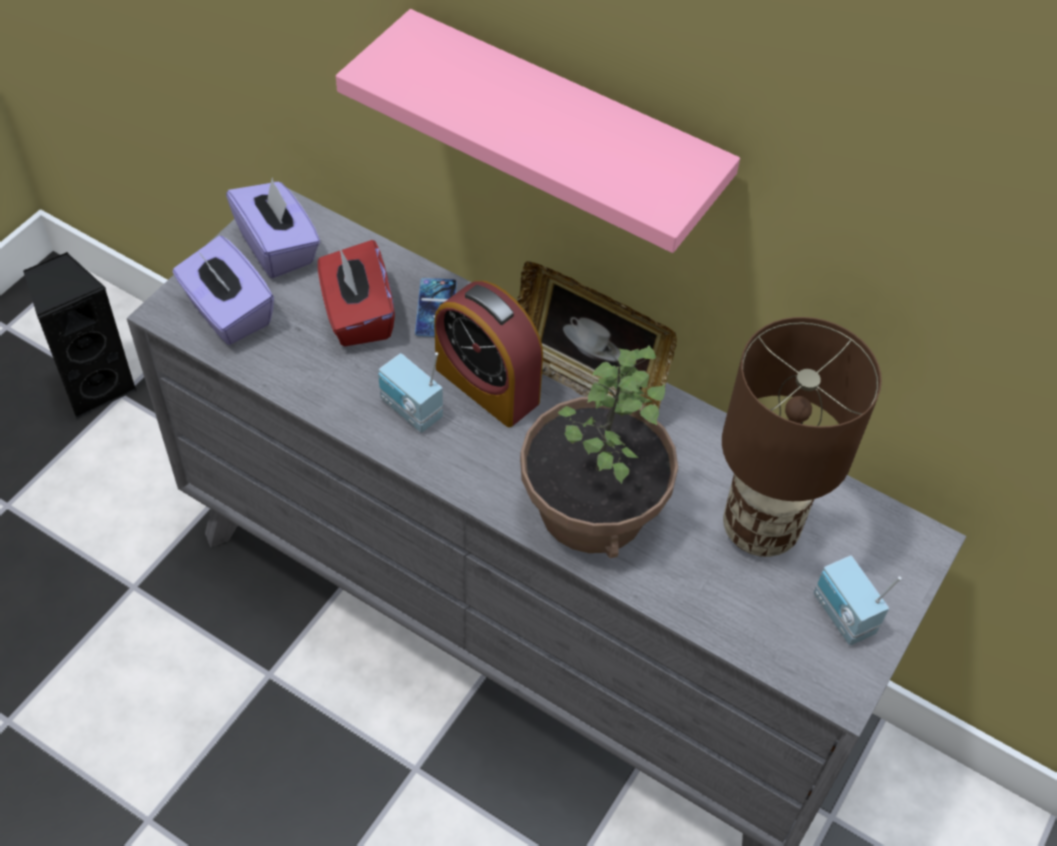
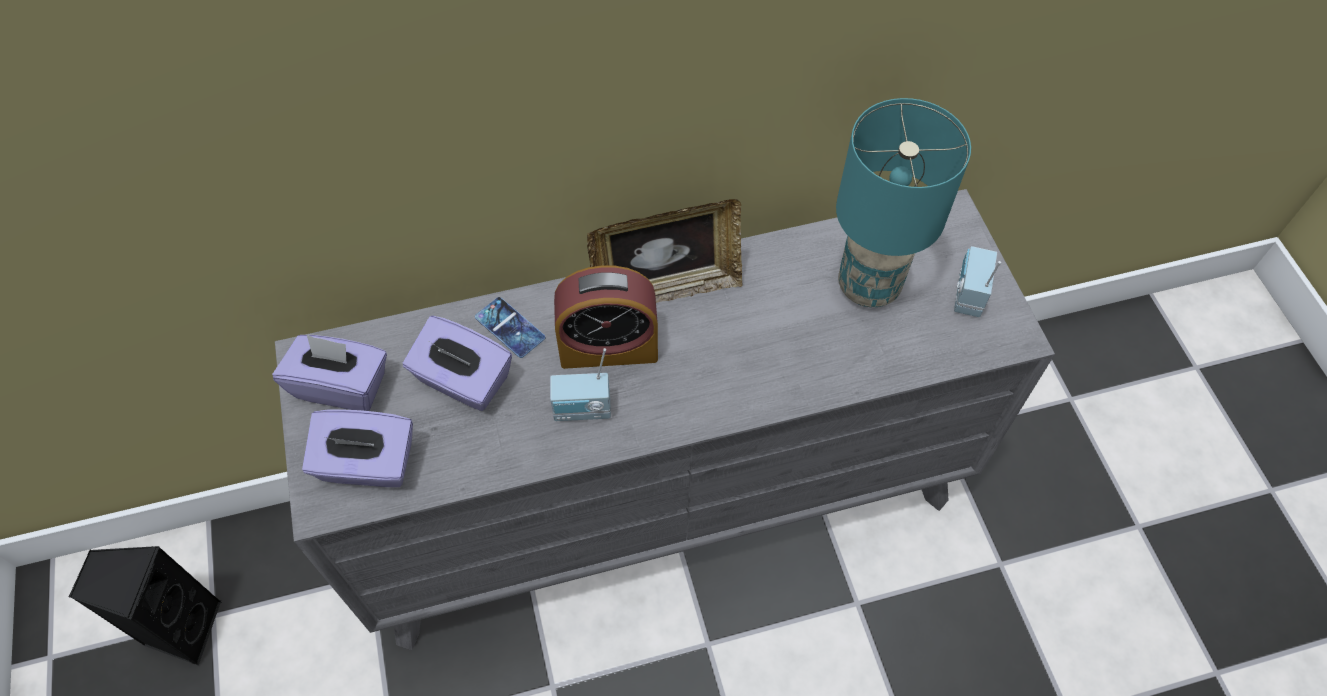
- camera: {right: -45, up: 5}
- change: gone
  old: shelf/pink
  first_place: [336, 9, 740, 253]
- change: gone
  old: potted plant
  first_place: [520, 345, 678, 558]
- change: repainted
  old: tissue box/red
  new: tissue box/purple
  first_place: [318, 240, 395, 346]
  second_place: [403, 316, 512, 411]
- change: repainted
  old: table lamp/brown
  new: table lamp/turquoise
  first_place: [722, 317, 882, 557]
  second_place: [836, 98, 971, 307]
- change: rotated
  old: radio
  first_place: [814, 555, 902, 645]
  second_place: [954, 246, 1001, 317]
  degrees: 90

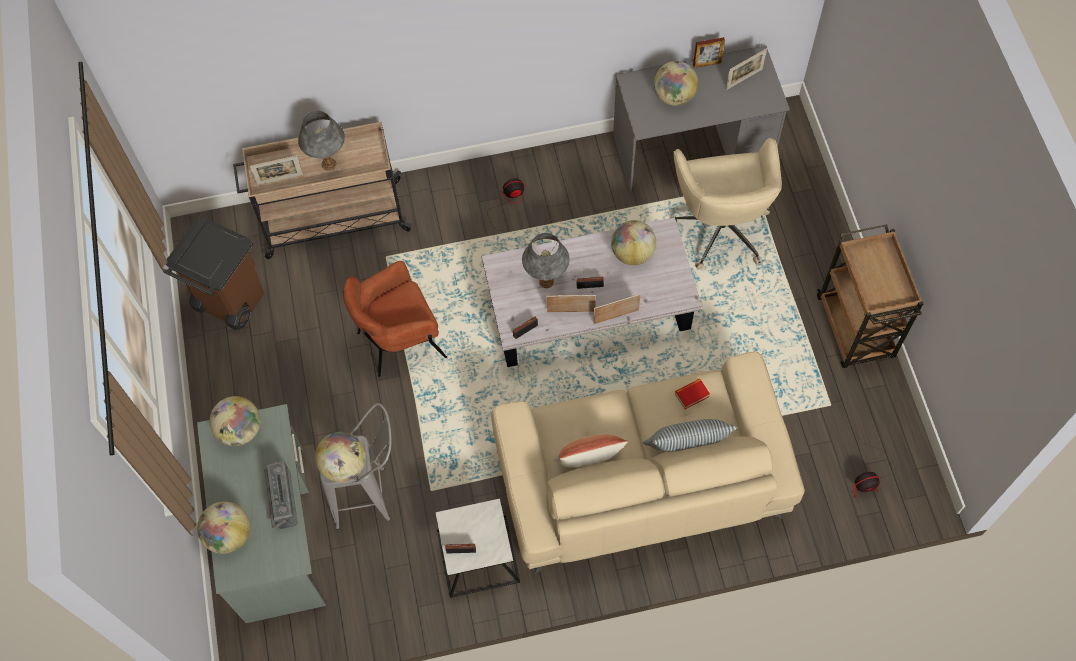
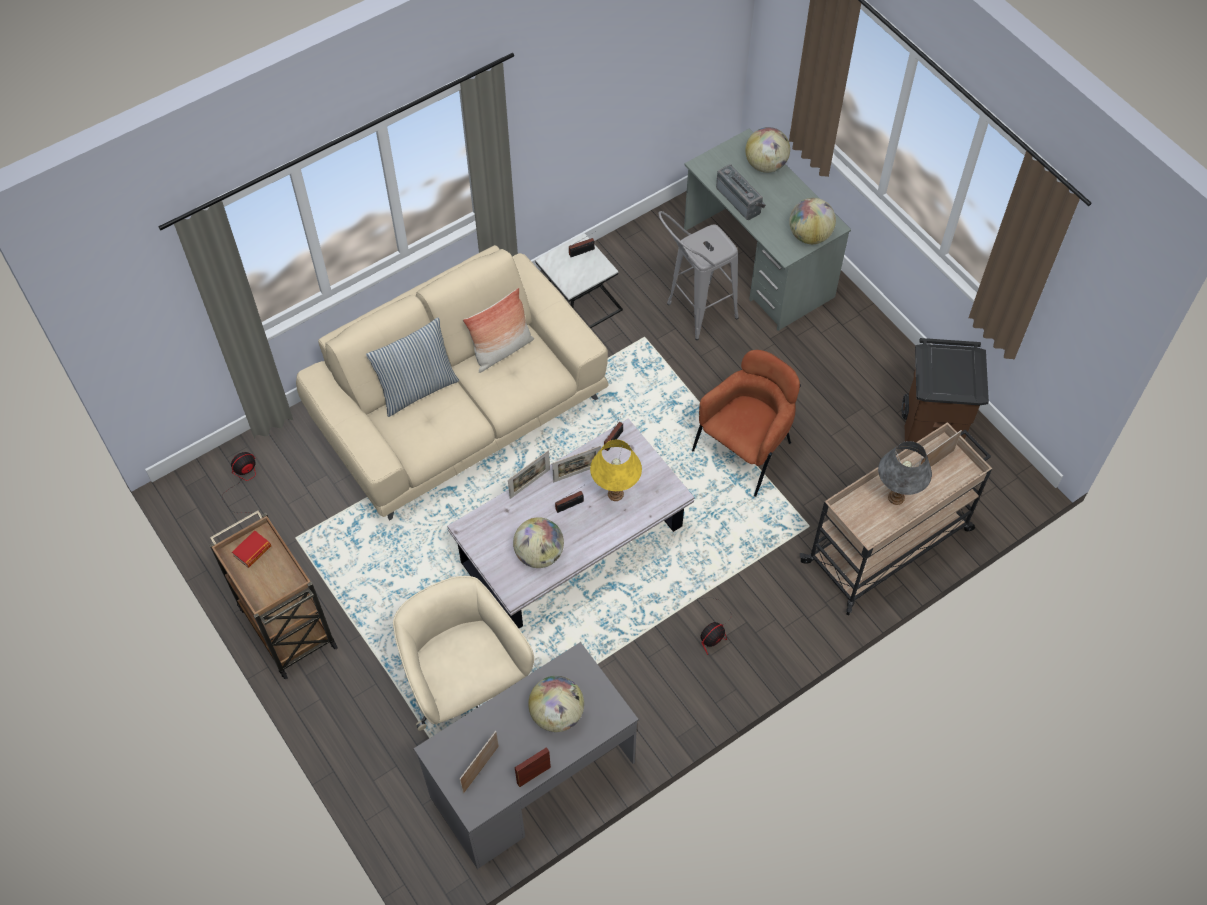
- camera: {right: 155, up: -5}
- change: gone
  old: globe
  first_place: [315, 432, 366, 482]
- change: shifted
  old: book
  first_place: [675, 379, 710, 409]
  second_place: [232, 531, 271, 568]
- change: repainted
  old: table lamp/grey
  new: table lamp/yellow
  first_place: [522, 233, 570, 288]
  second_place: [590, 439, 642, 501]

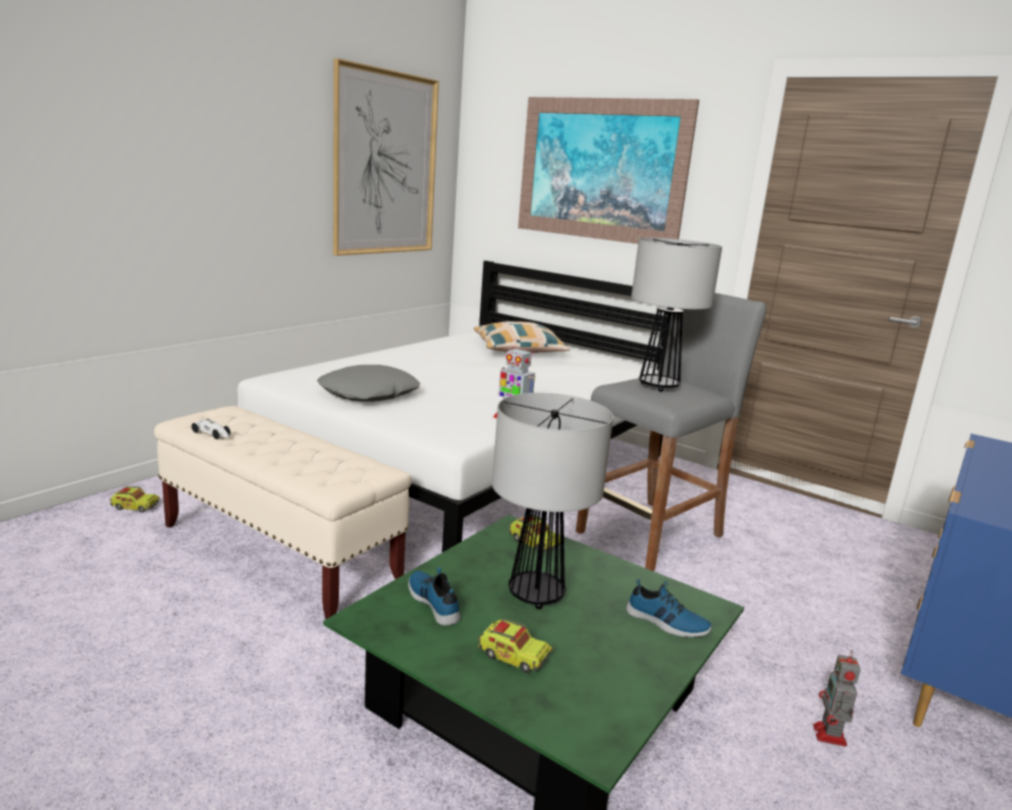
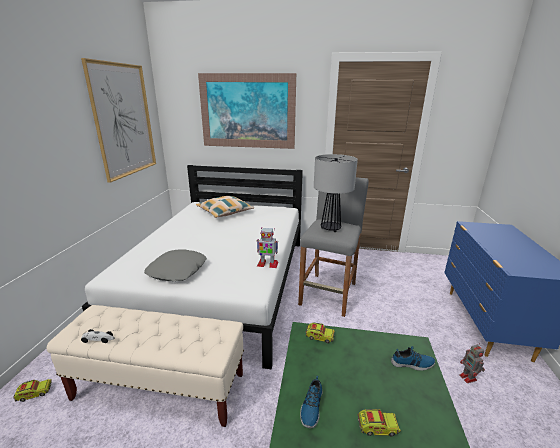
- camera: {right: -25, up: 5}
- change: gone
  old: table lamp
  first_place: [492, 393, 613, 609]
- change: rotated
  old: shoe
  first_place: [408, 567, 461, 626]
  second_place: [300, 376, 323, 428]
  degrees: -105

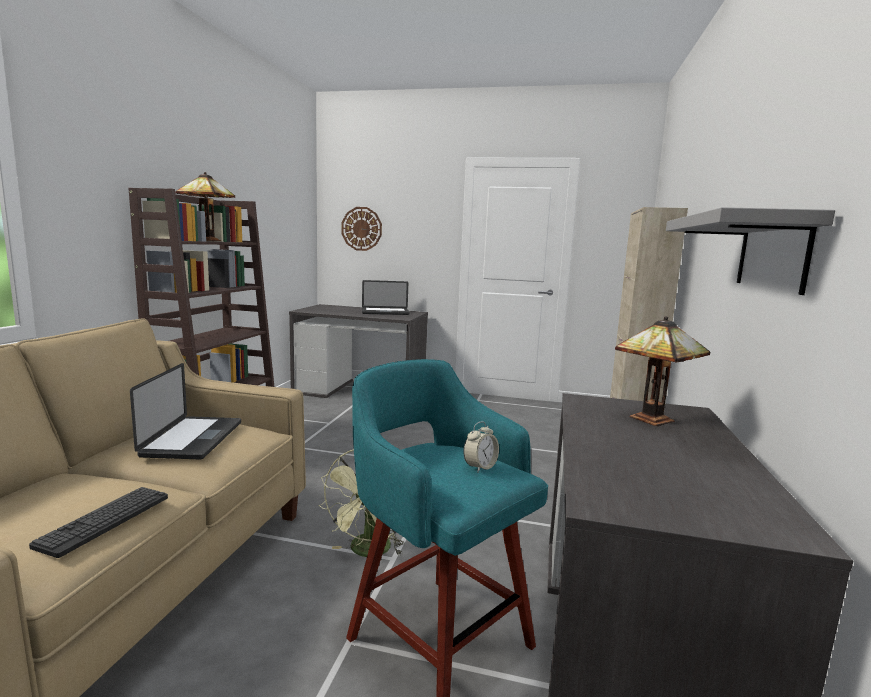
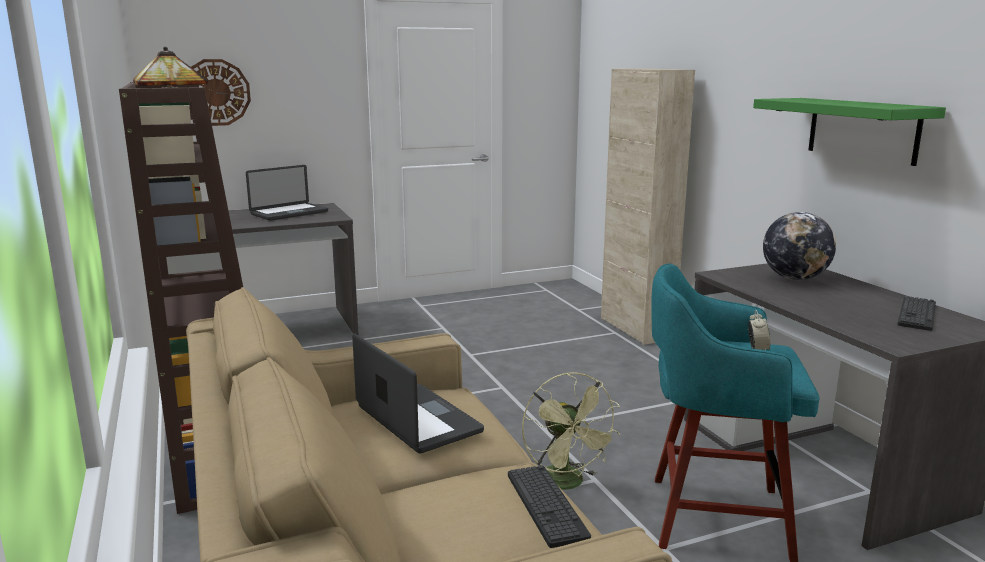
- camera: {right: -35, up: 5}
- change: new
  new: keyboard
  second_place: [897, 296, 936, 331]
- change: swapped
  old: table lamp
  new: globe
  first_place: [615, 316, 710, 427]
  second_place: [763, 212, 836, 280]
- change: repainted
  old: shelf/grey
  new: shelf/green
  first_place: [666, 207, 835, 295]
  second_place: [753, 98, 946, 166]

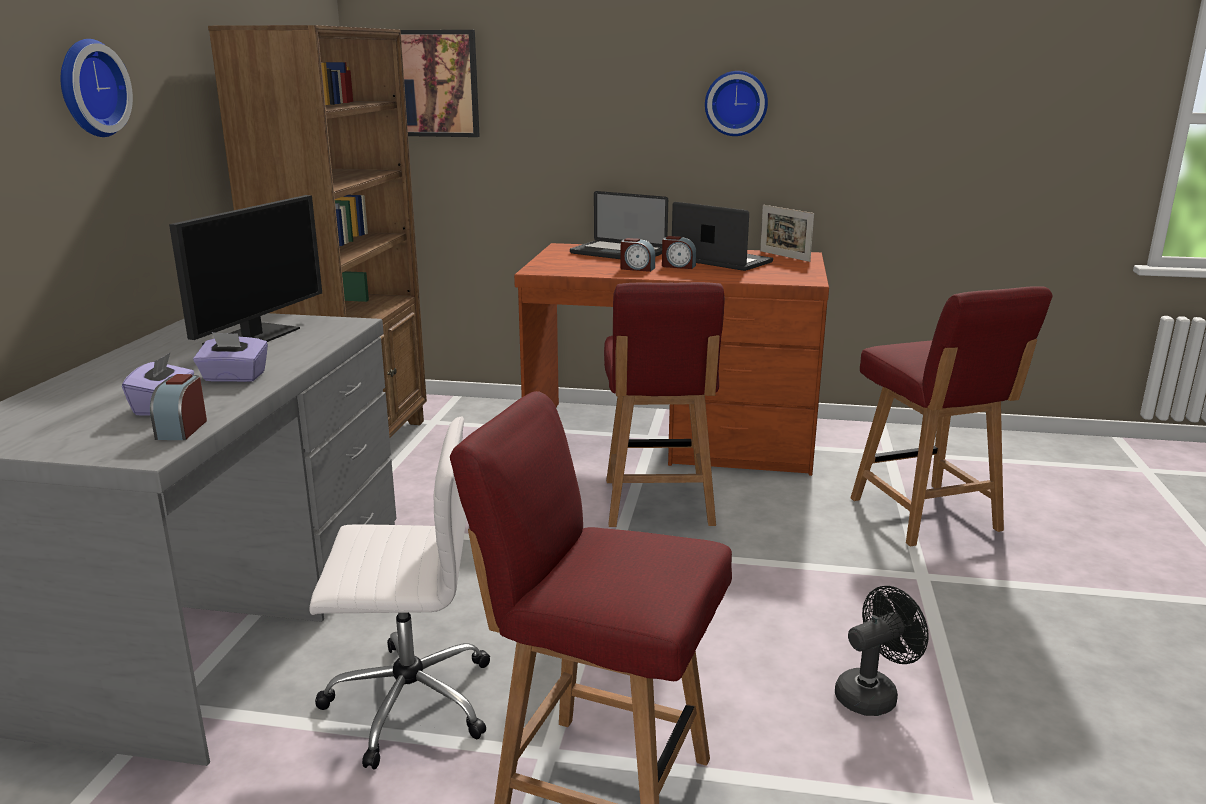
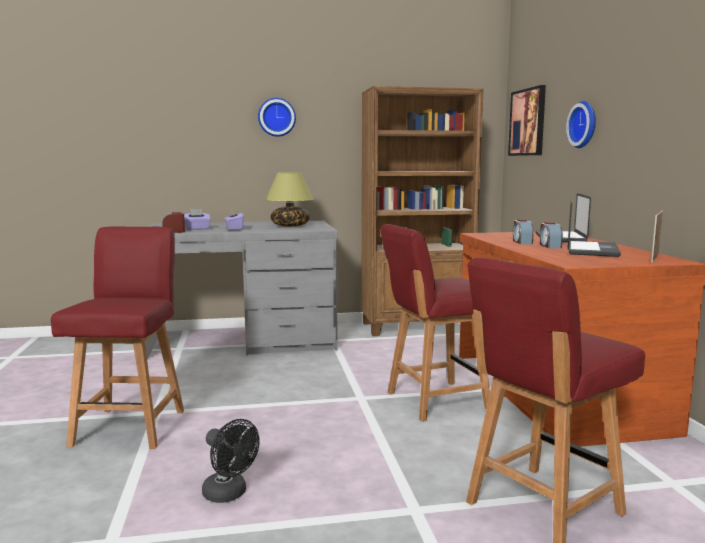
- camera: {right: 70, up: -10}
- change: gone
  old: office chair/white
  first_place: [309, 417, 490, 770]
- change: shifted
  old: wall clock
  first_place: [705, 71, 768, 136]
  second_place: [566, 101, 596, 148]
- change: swapped
  old: monitor
  new: table lamp
  first_place: [169, 195, 322, 345]
  second_place: [265, 172, 314, 226]

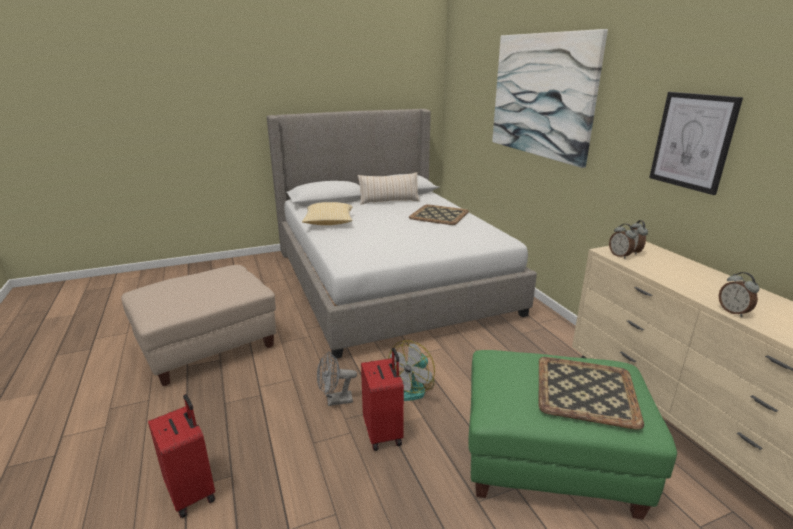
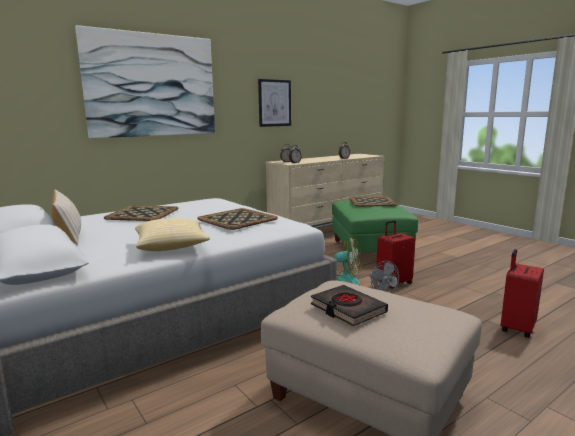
- camera: {right: -105, up: -10}
- change: new
  new: tray
  second_place: [197, 208, 278, 230]
- change: new
  new: book/black
  second_place: [311, 285, 388, 326]

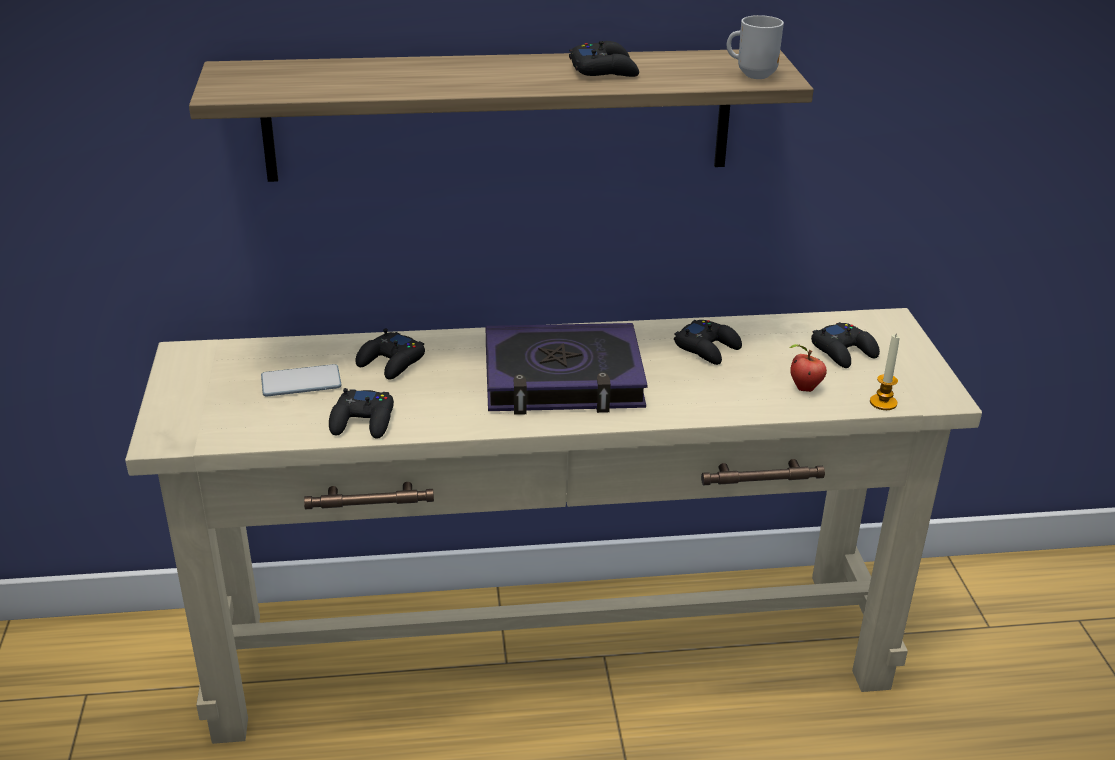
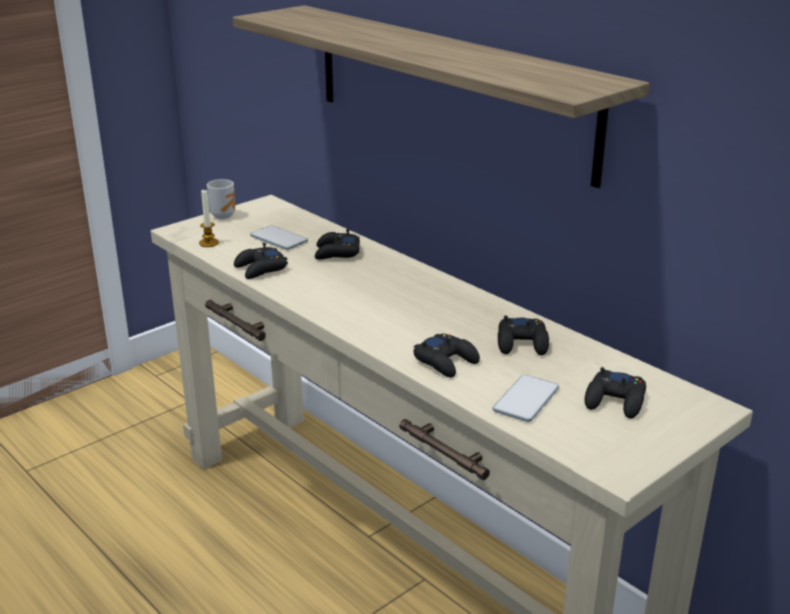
- camera: {right: 55, up: -5}
- change: gone
  old: book
  first_place: [486, 323, 648, 415]
- change: shifted
  old: game controller/black
  first_place: [569, 41, 639, 77]
  second_place: [414, 334, 480, 378]
- change: shifted
  old: mug
  first_place: [727, 15, 784, 79]
  second_place: [207, 179, 235, 219]
- change: shifted
  old: candle
  first_place: [870, 335, 900, 410]
  second_place: [199, 190, 219, 247]
- change: swapped
  old: apple
  new: phone
  first_place: [789, 344, 827, 392]
  second_place: [492, 375, 559, 422]

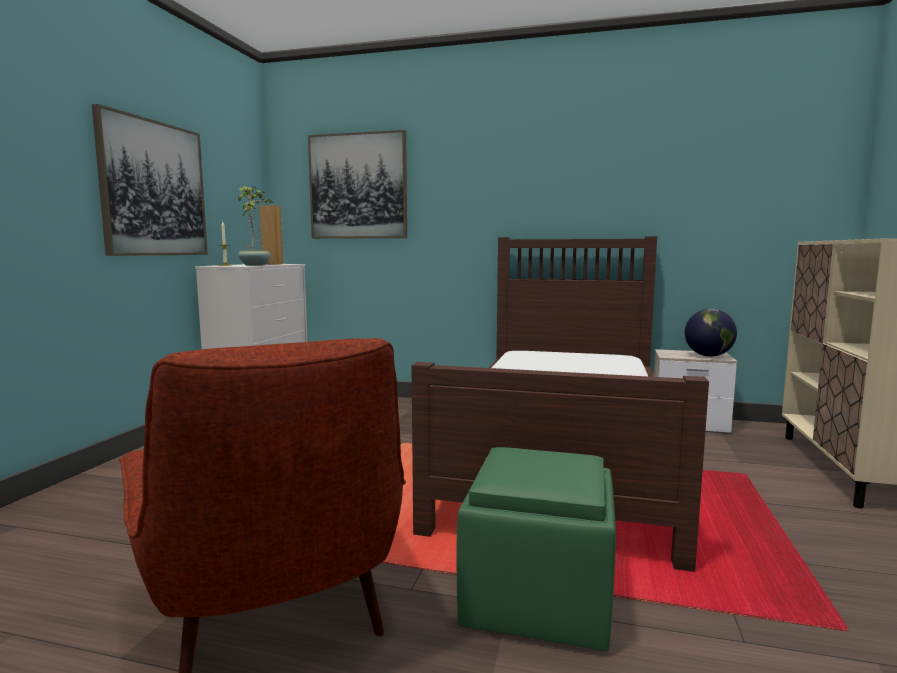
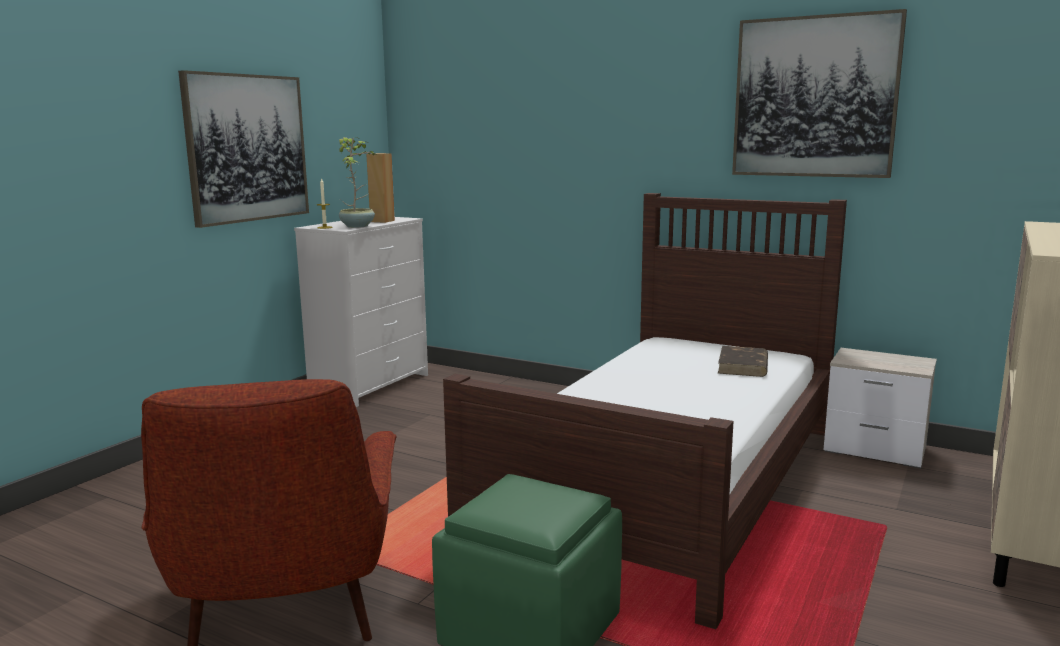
- camera: {right: 15, up: 5}
- change: gone
  old: globe
  first_place: [685, 309, 737, 357]
- change: new
  new: book/brown
  second_place: [718, 346, 768, 377]
- change: shifted
  old: picture
  first_place: [308, 130, 407, 239]
  second_place: [732, 9, 907, 178]

